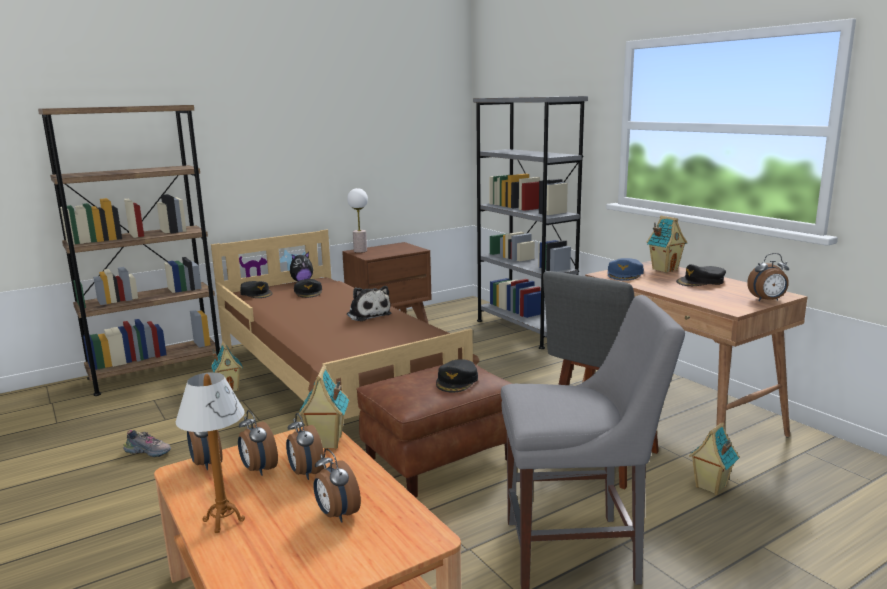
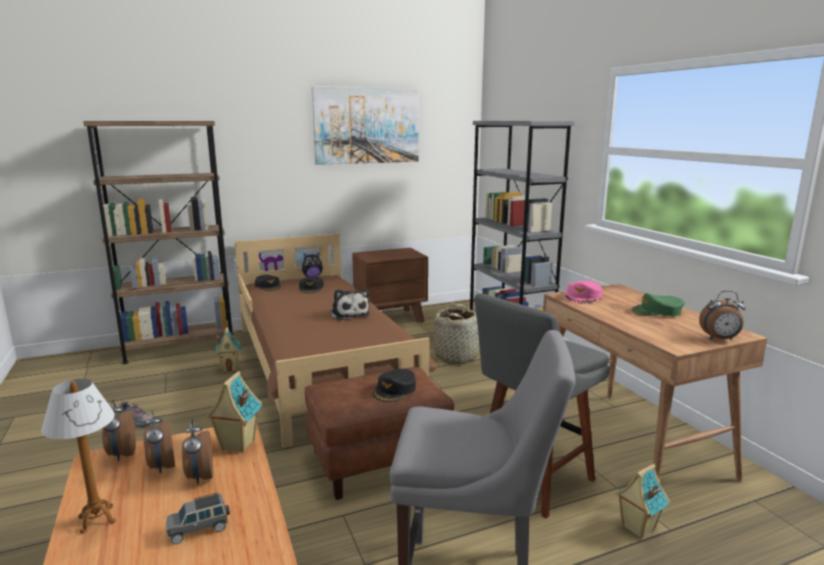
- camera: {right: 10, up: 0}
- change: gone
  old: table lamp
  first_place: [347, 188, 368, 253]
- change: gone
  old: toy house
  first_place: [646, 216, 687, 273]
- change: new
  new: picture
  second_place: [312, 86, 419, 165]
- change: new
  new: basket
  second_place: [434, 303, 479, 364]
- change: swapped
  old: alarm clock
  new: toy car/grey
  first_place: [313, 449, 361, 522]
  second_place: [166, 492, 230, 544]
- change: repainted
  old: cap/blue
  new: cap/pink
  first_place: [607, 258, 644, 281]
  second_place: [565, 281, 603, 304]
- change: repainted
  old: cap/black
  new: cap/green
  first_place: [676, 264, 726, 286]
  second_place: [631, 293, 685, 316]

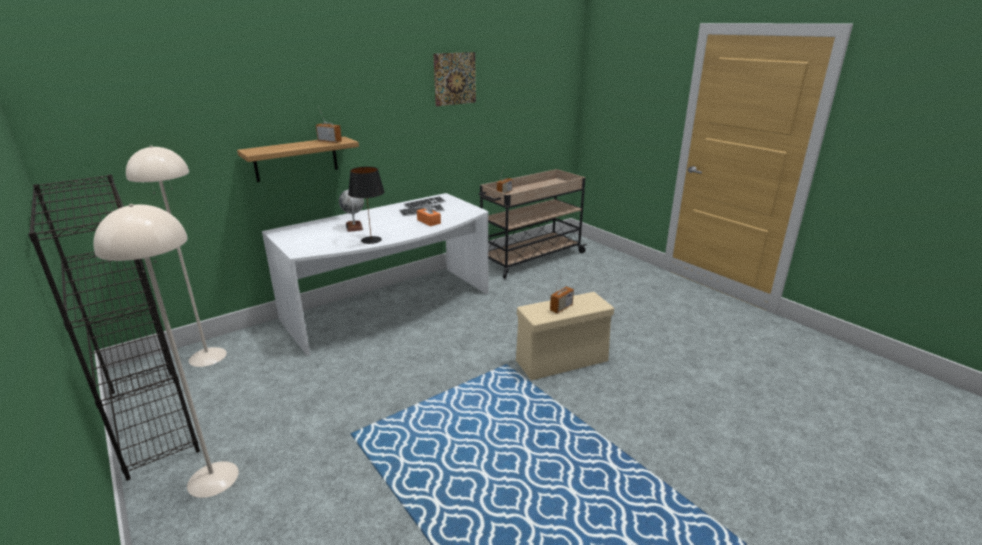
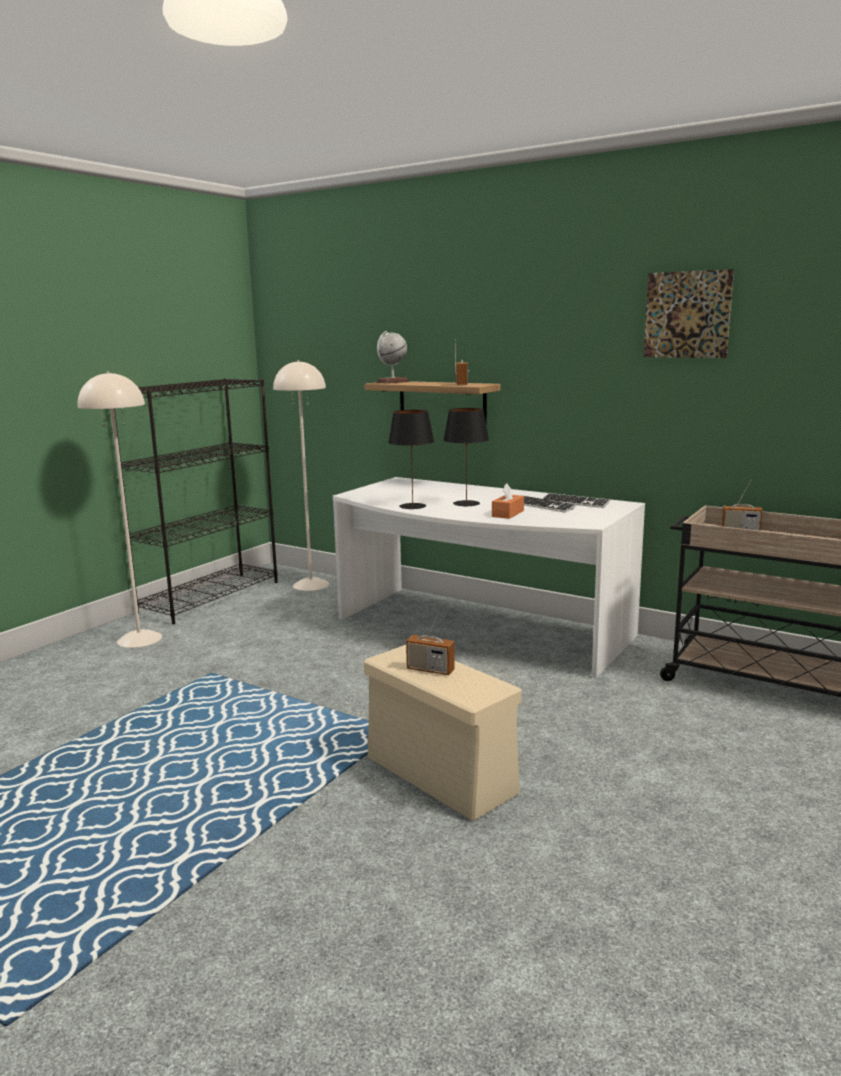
- camera: {right: 70, up: -10}
- change: new
  new: table lamp/black
  second_place: [443, 408, 489, 507]
- change: shifted
  old: globe
  first_place: [339, 189, 364, 232]
  second_place: [376, 331, 409, 384]

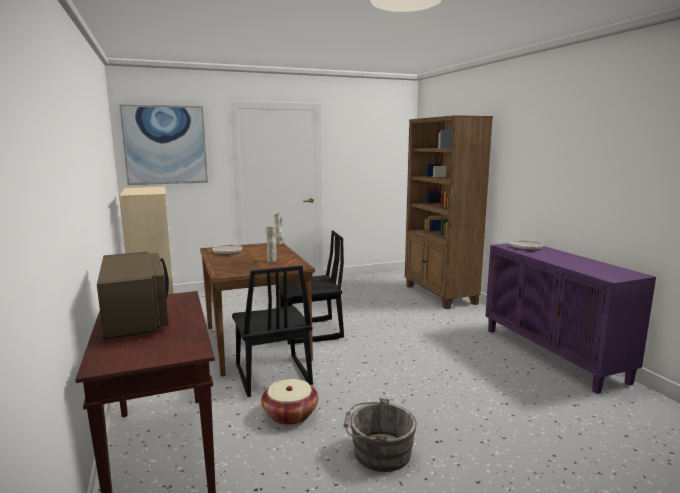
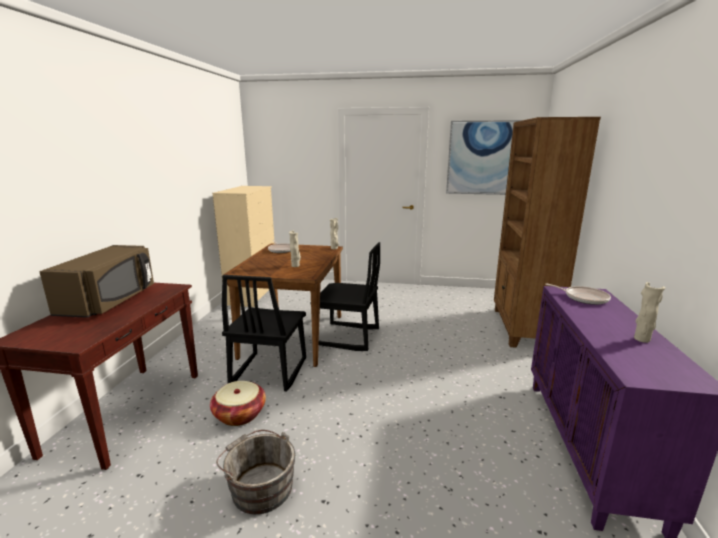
- camera: {right: 30, up: 5}
- change: new
  new: vase/beige
  second_place: [634, 282, 665, 343]
- change: shifted
  old: picture
  first_place: [119, 104, 208, 185]
  second_place: [446, 120, 523, 195]

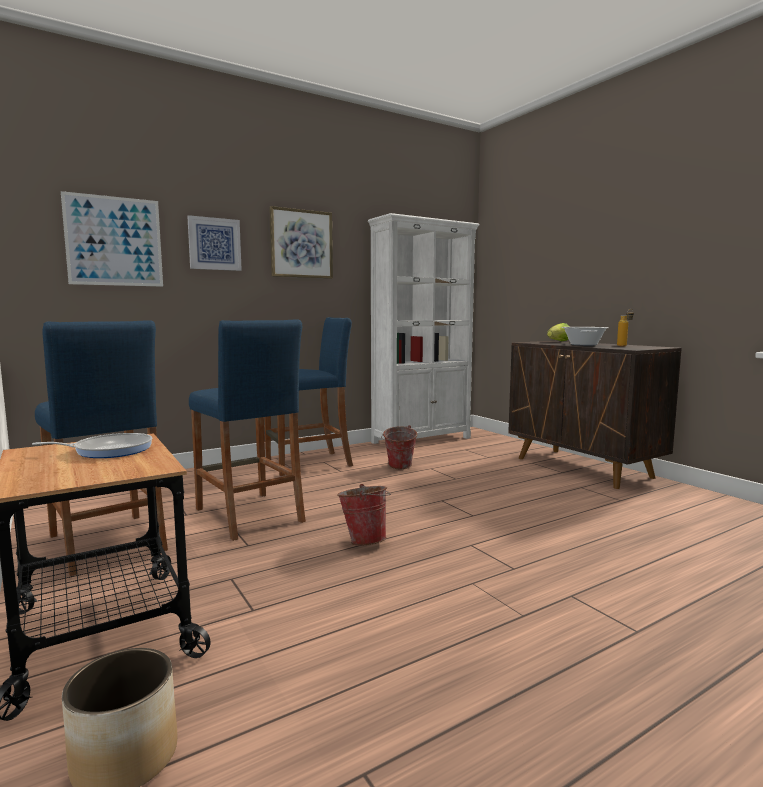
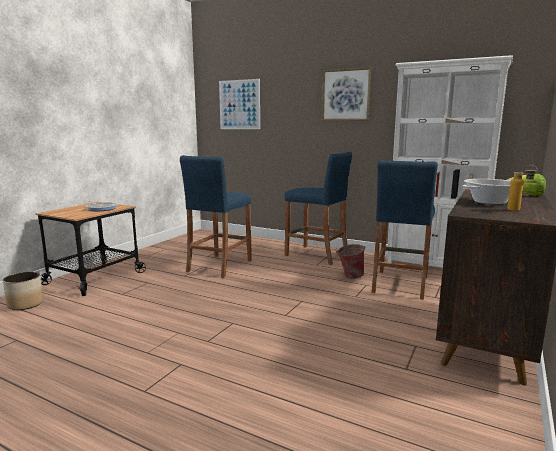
- camera: {right: 60, up: 5}
- change: gone
  old: picture
  first_place: [187, 215, 242, 271]
- change: gone
  old: bucket
  first_place: [337, 484, 391, 546]
- change: shifted
  old: stool/blue
  first_place: [35, 320, 168, 576]
  second_place: [372, 160, 438, 300]

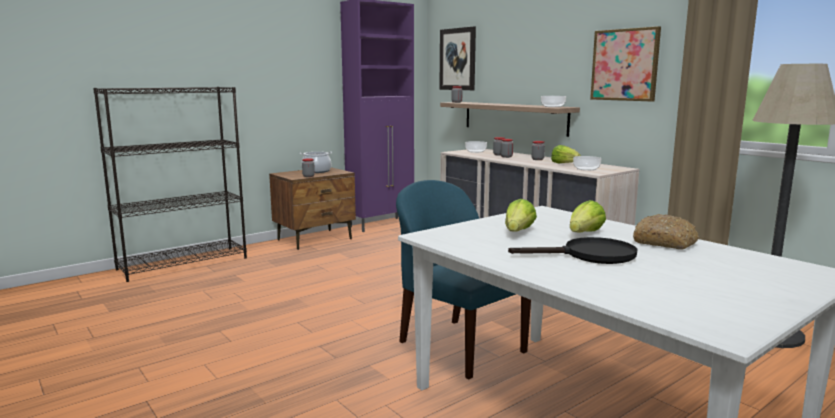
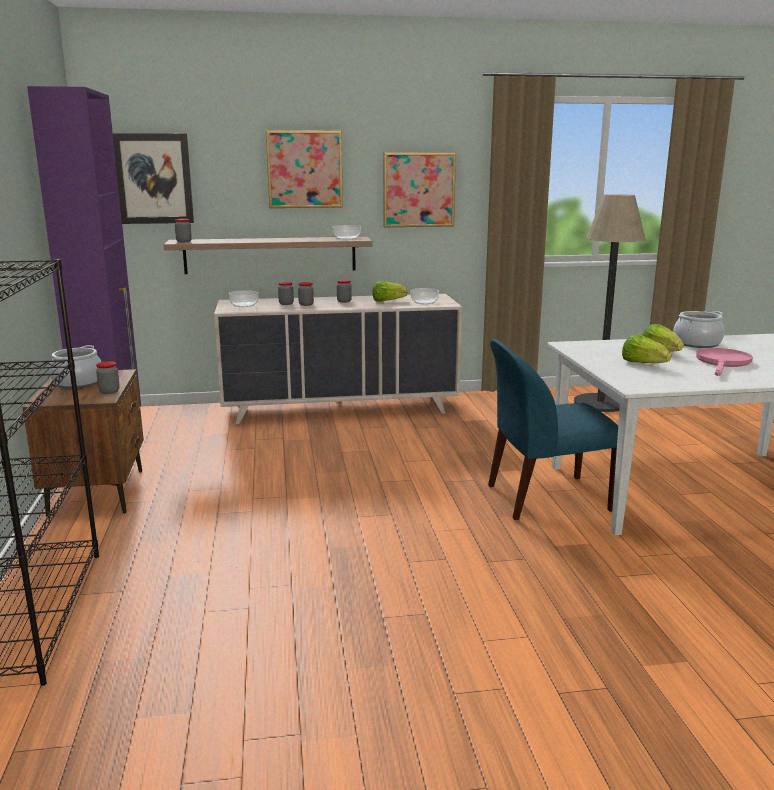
- camera: {right: -60, up: 5}
- change: new
  new: picture
  second_place: [266, 130, 343, 208]
- change: swapped
  old: bread
  new: cooking pot
  first_place: [633, 214, 699, 250]
  second_place: [673, 311, 725, 348]
- change: repainted
  old: frying pan/black
  new: frying pan/pink
  first_place: [508, 237, 637, 264]
  second_place: [696, 348, 753, 376]

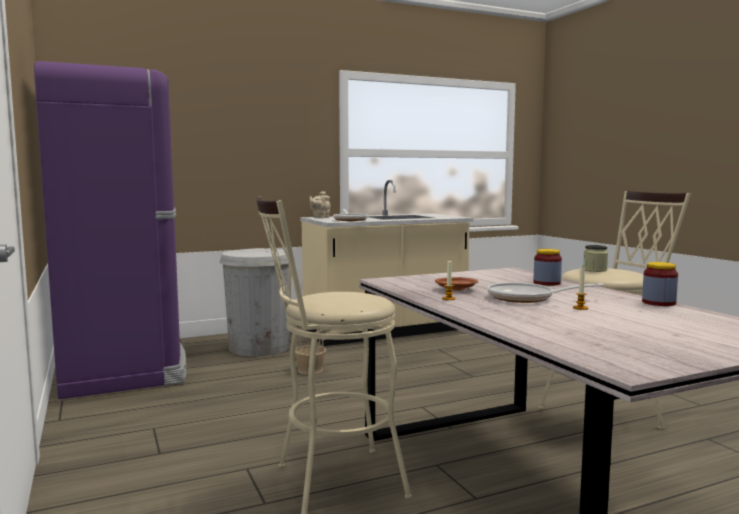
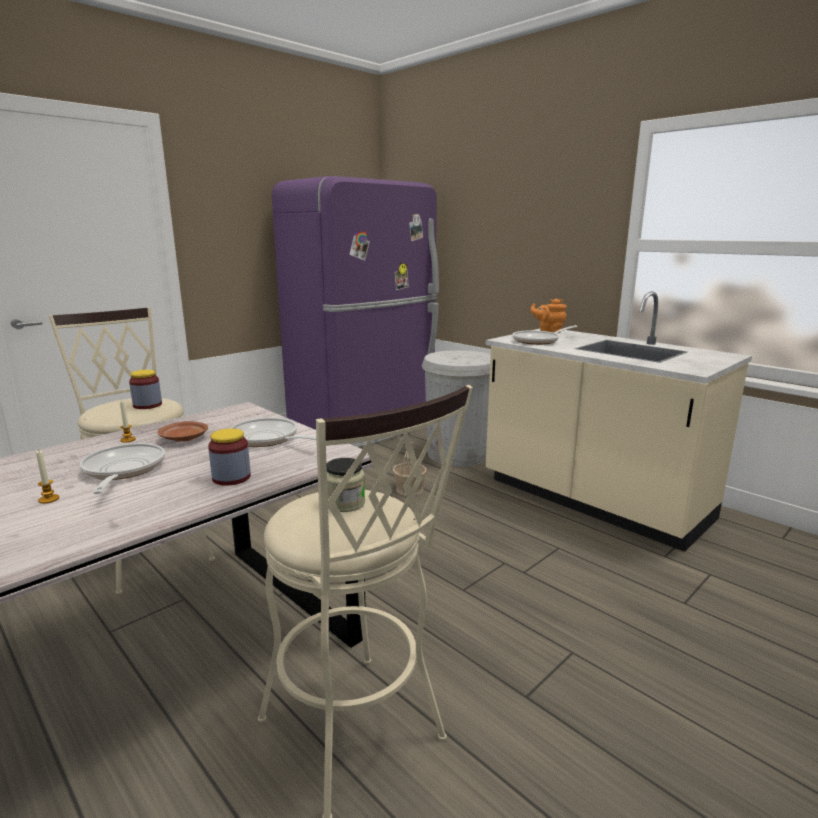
- camera: {right: 70, up: 10}
- change: new
  new: frying pan
  second_place: [231, 418, 316, 447]
- change: shifted
  old: jar
  first_place: [642, 262, 678, 306]
  second_place: [129, 370, 162, 409]
- change: repainted
  old: teapot/beige
  new: teapot/orange
  first_place: [310, 191, 330, 218]
  second_place: [530, 298, 567, 333]

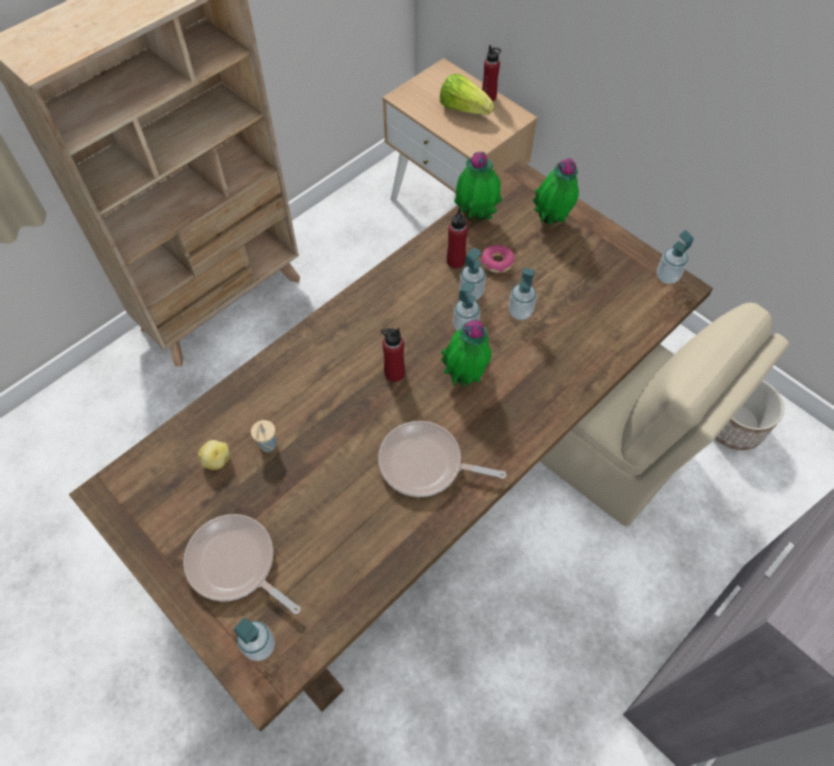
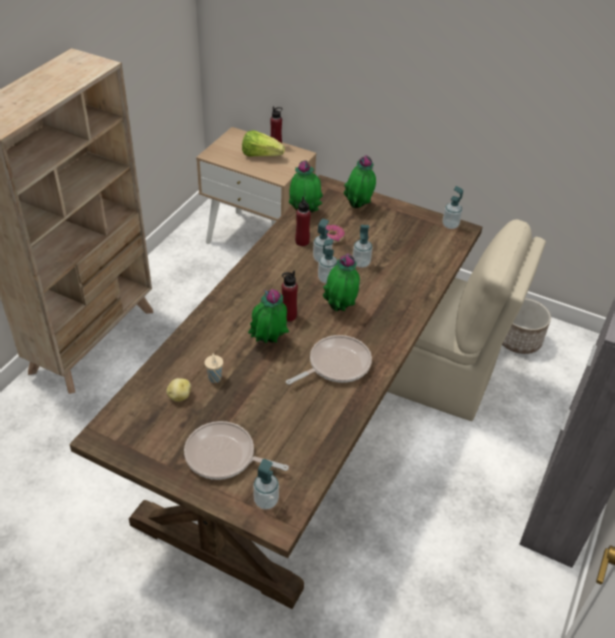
- camera: {right: -20, up: -15}
- change: new
  new: potted plant
  second_place: [248, 289, 289, 344]
- change: rotated
  old: frying pan
  first_place: [378, 421, 506, 497]
  second_place: [286, 335, 372, 385]
  degrees: 150

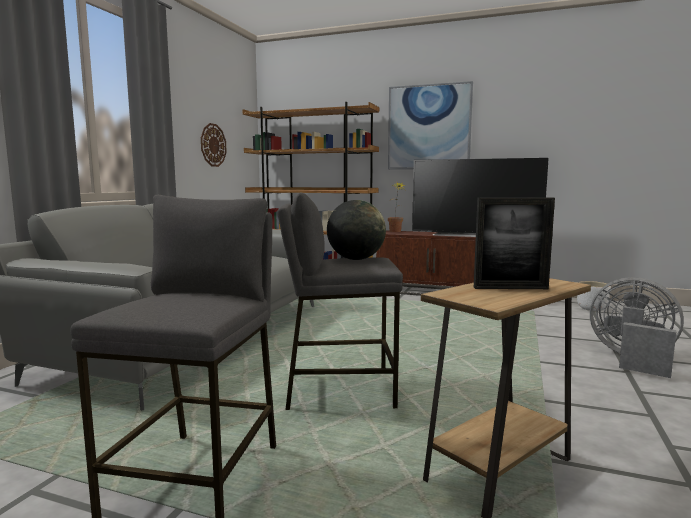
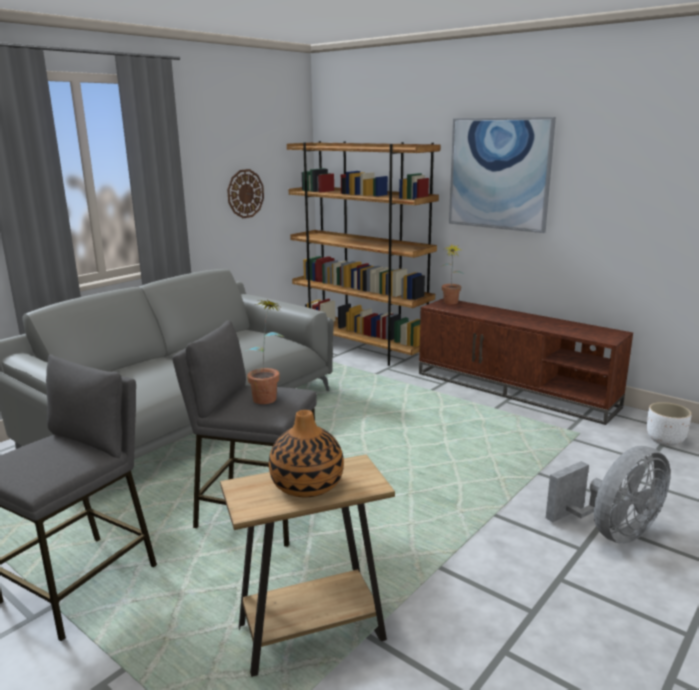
- camera: {right: 20, up: 10}
- change: gone
  old: television
  first_place: [412, 158, 549, 237]
- change: swapped
  old: globe
  new: potted plant
  first_place: [327, 200, 386, 260]
  second_place: [245, 300, 285, 404]
- change: swapped
  old: picture frame
  new: vase
  first_place: [474, 197, 555, 289]
  second_place: [269, 410, 344, 497]
- change: rotated
  old: fan/grey
  first_place: [590, 277, 684, 378]
  second_place: [546, 446, 670, 544]
  degrees: 90

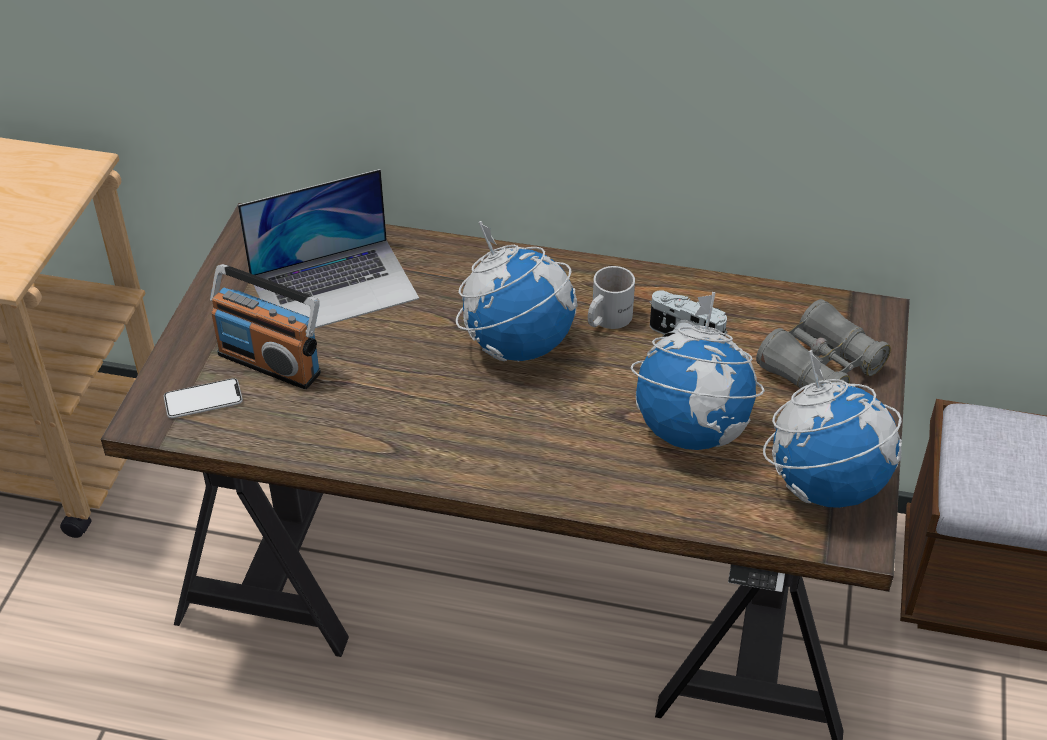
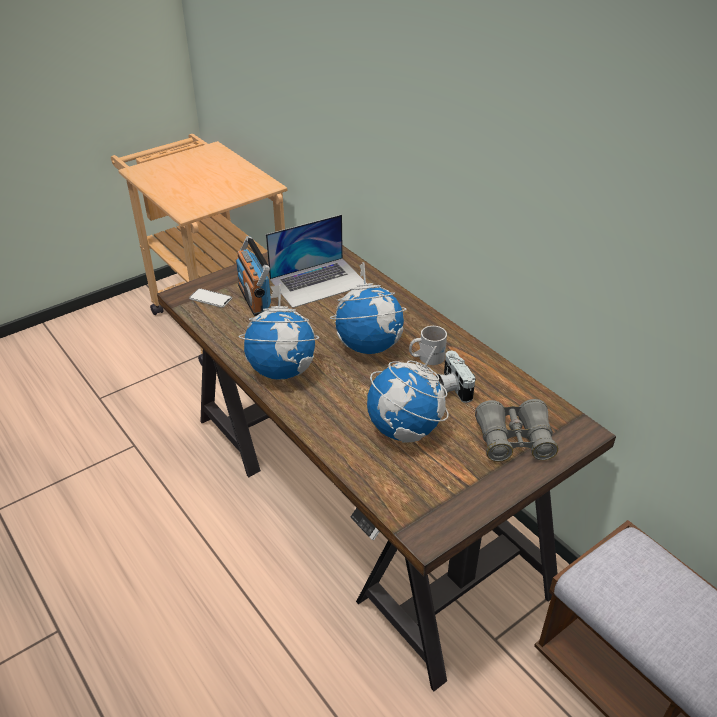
- camera: {right: 40, up: -5}
- change: shifted
  old: globe
  first_place: [763, 350, 902, 508]
  second_place: [239, 284, 319, 380]
- change: rotated
  old: laptop
  first_place: [238, 169, 419, 328]
  second_place: [266, 214, 367, 308]
  degrees: -45

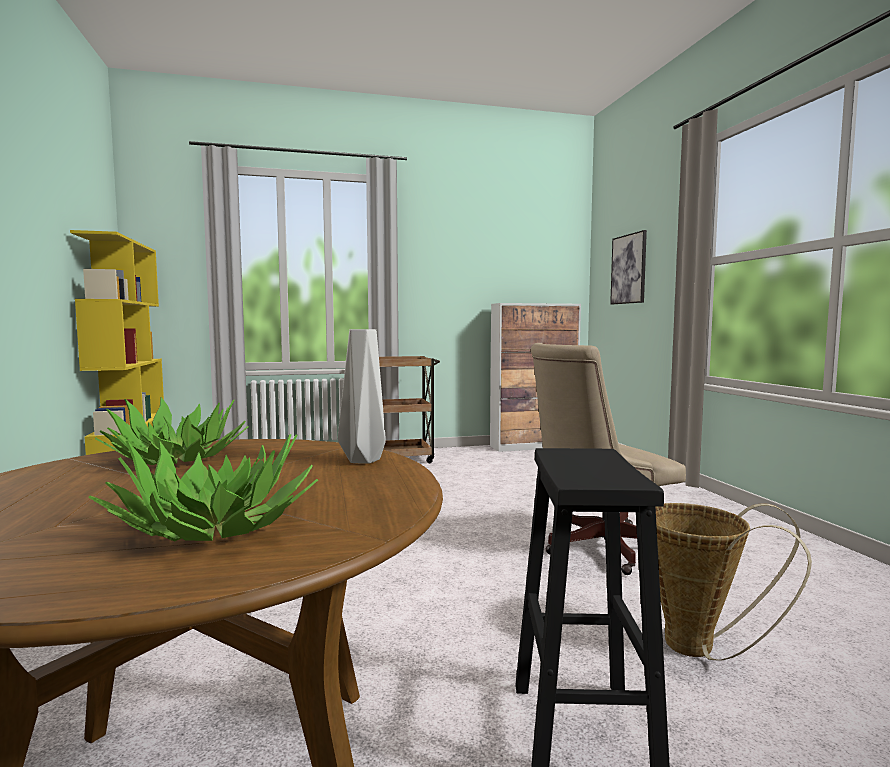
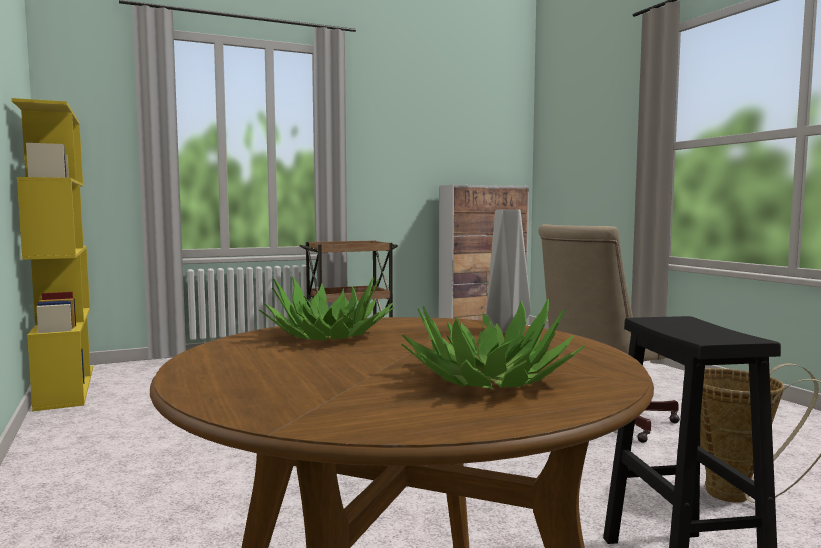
- camera: {right: -10, up: 0}
- change: gone
  old: picture
  first_place: [610, 230, 647, 304]

